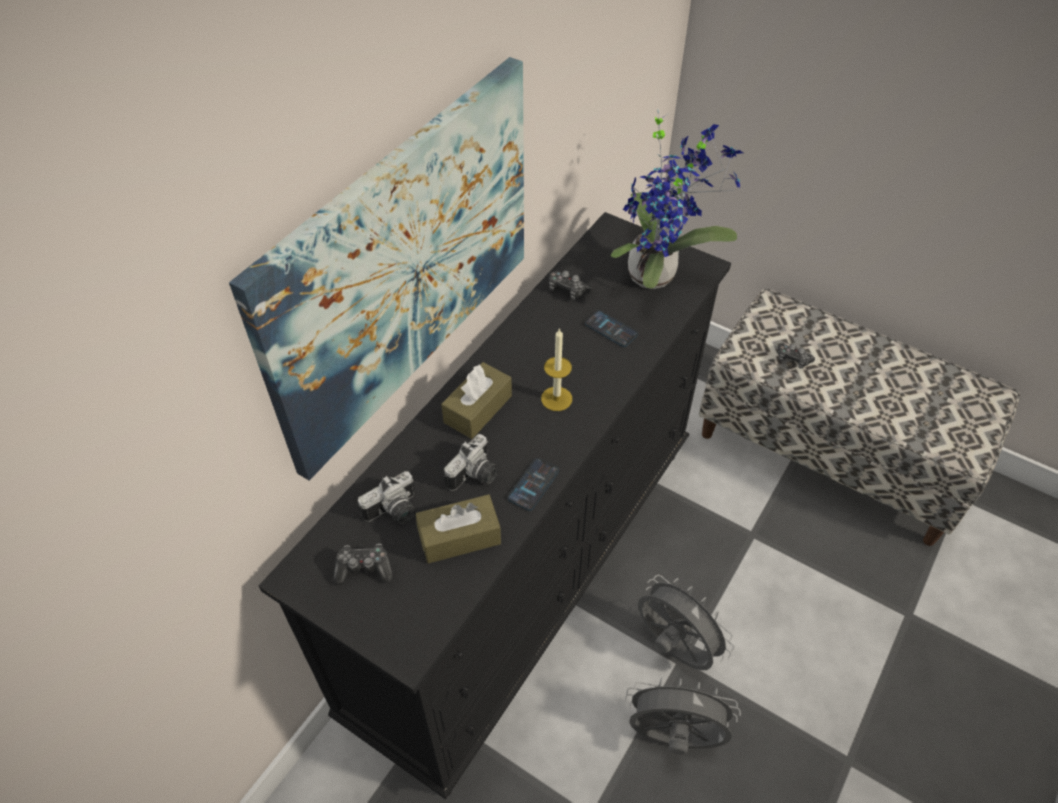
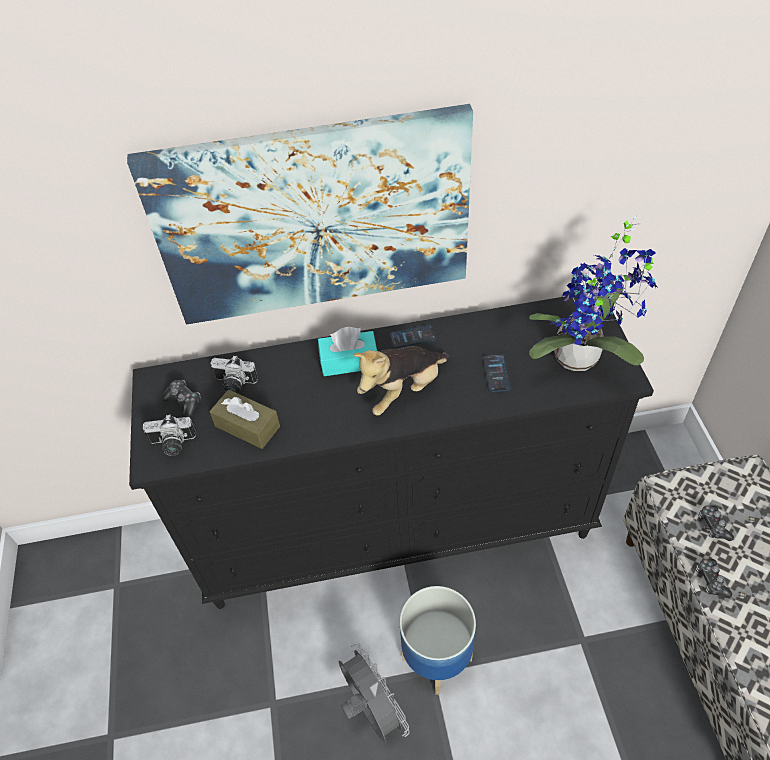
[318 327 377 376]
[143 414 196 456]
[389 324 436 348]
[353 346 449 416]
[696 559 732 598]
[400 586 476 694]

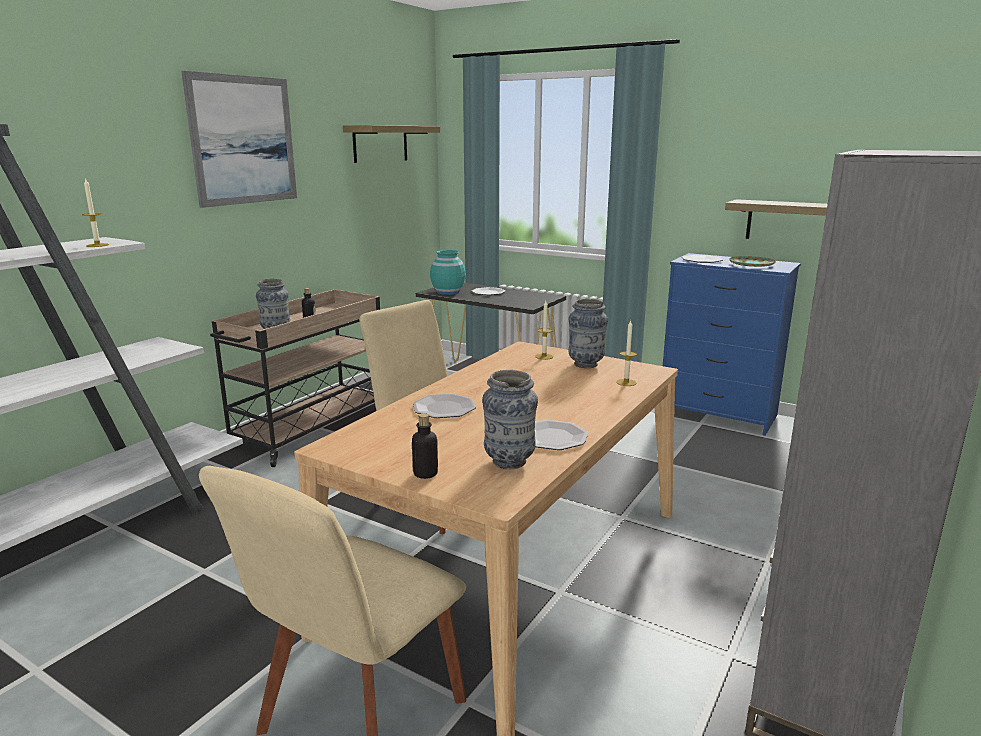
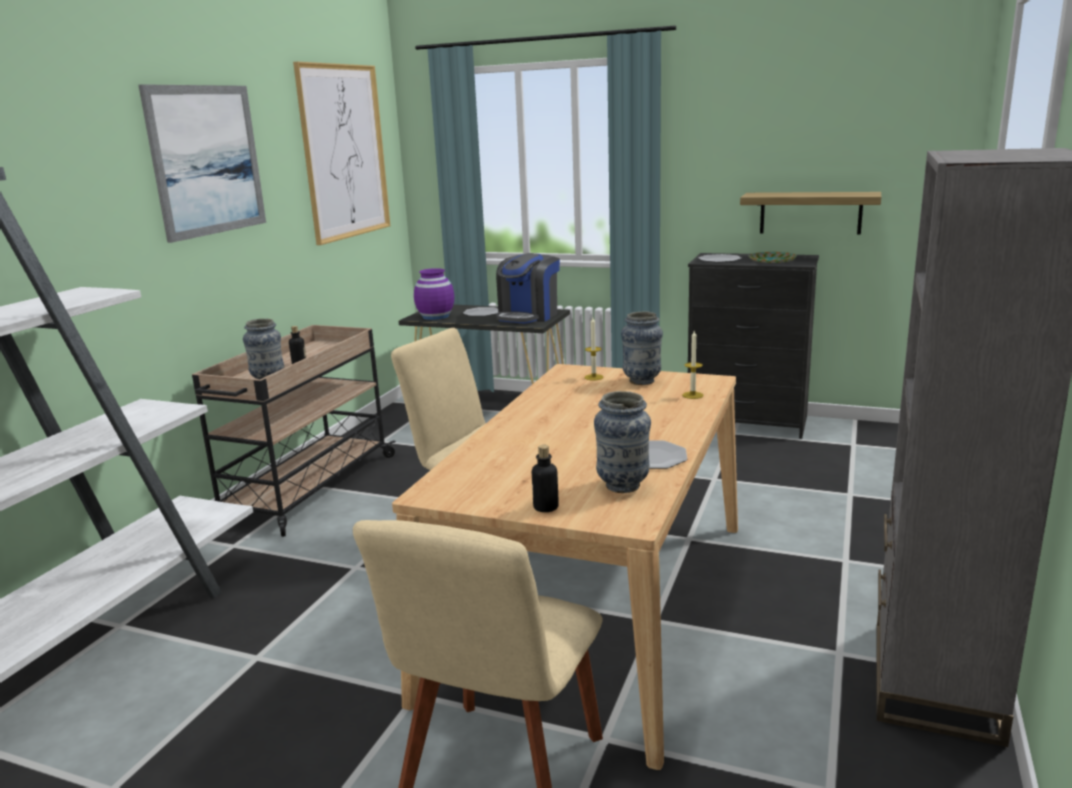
[82 178 109 247] (first image)
[293 62 390 245]
[413 394 476 418] (first image)
[414 268 454 320]
[688 253 819 439]
[496 253 560 324]

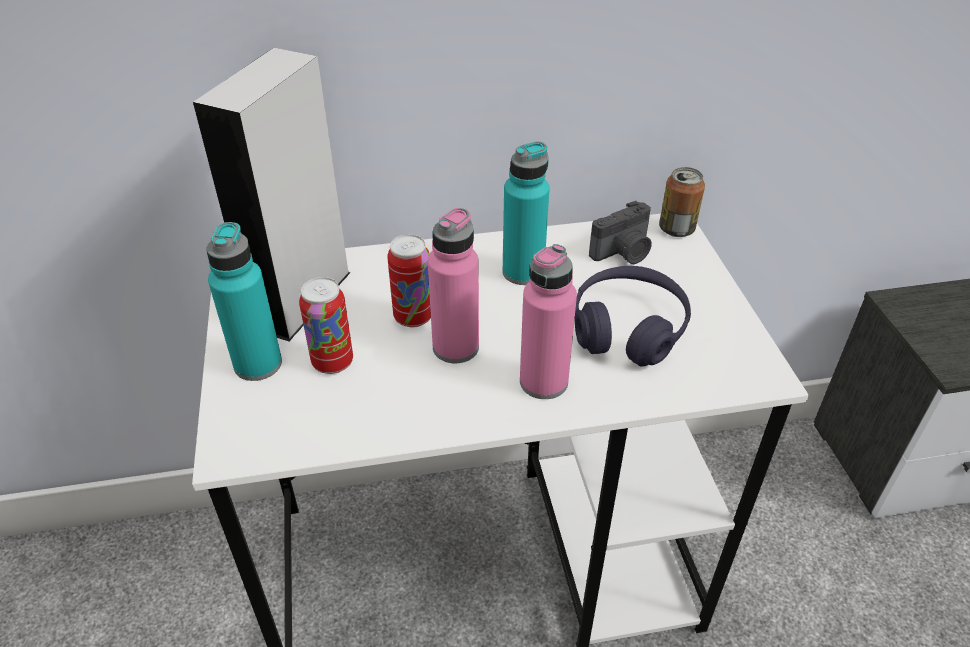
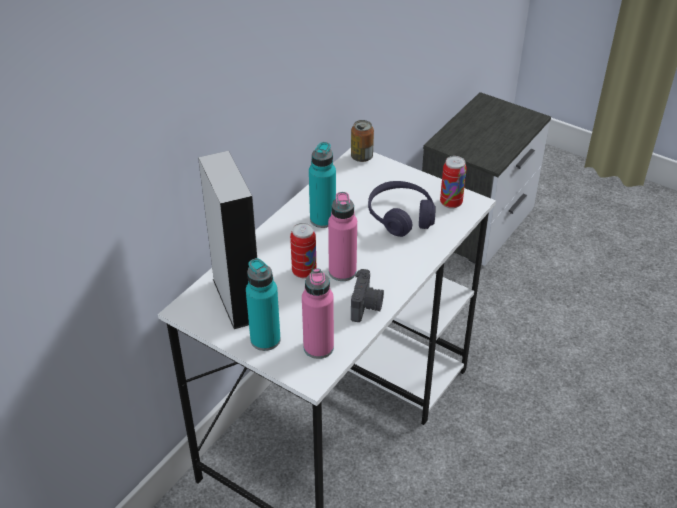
[440 156 467 209]
[302 269 334 359]
[351 269 384 322]

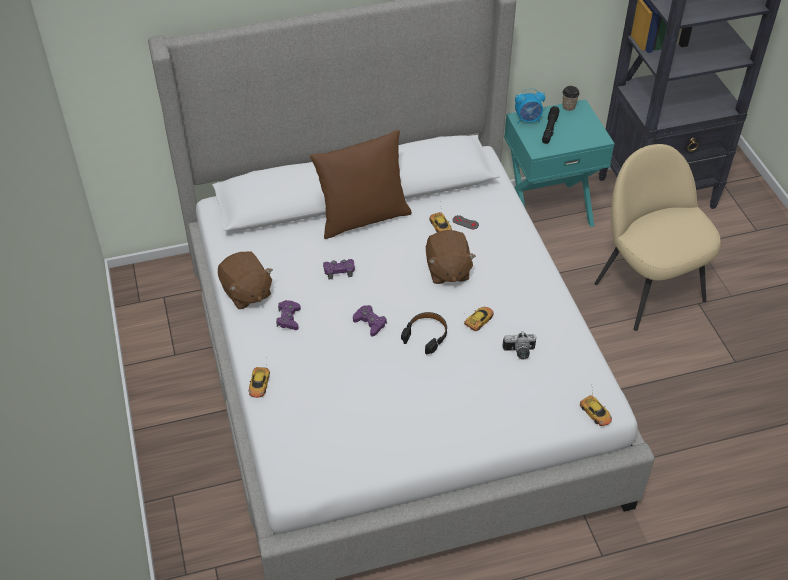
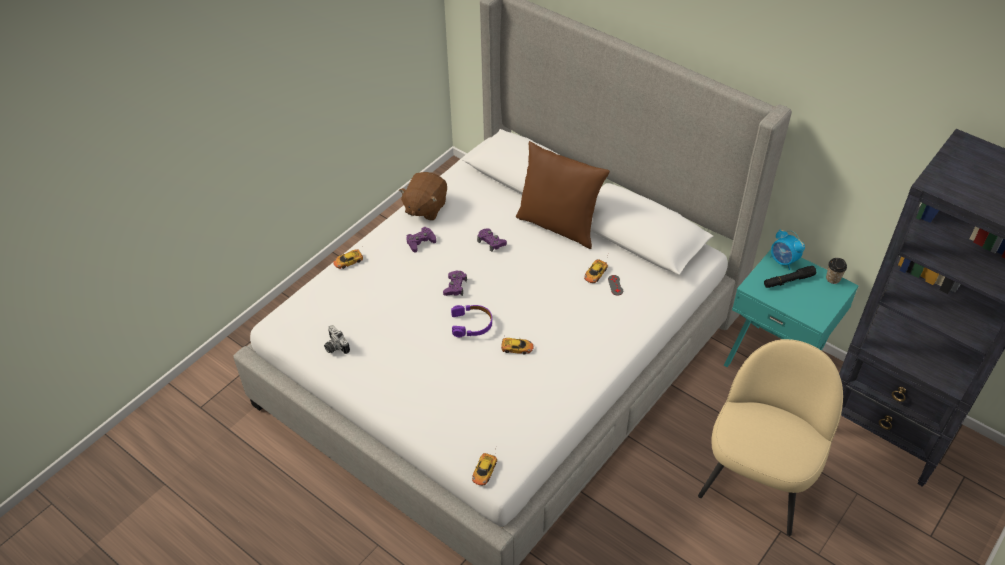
[451 305 492 337]
[426 230 476 284] (first image)
[324 325 350 354]

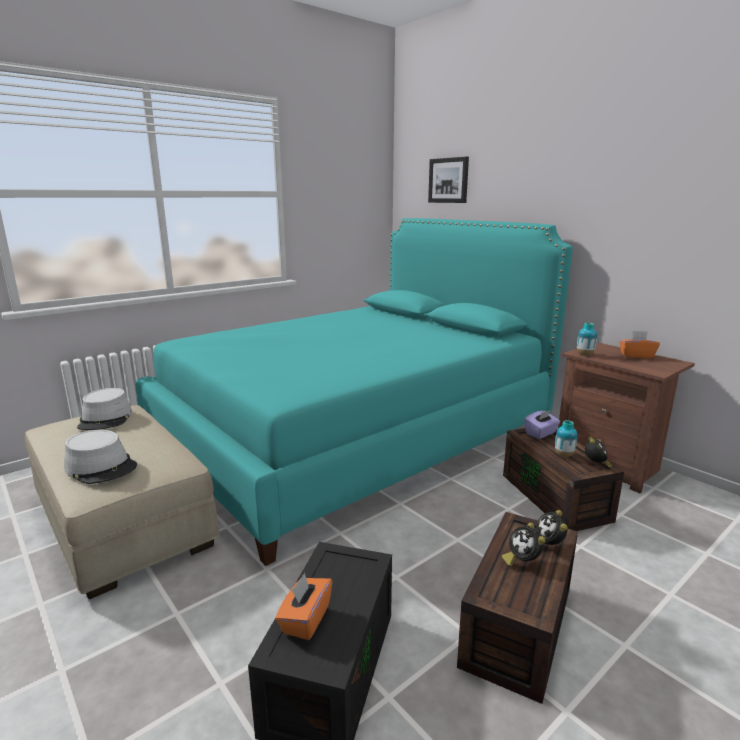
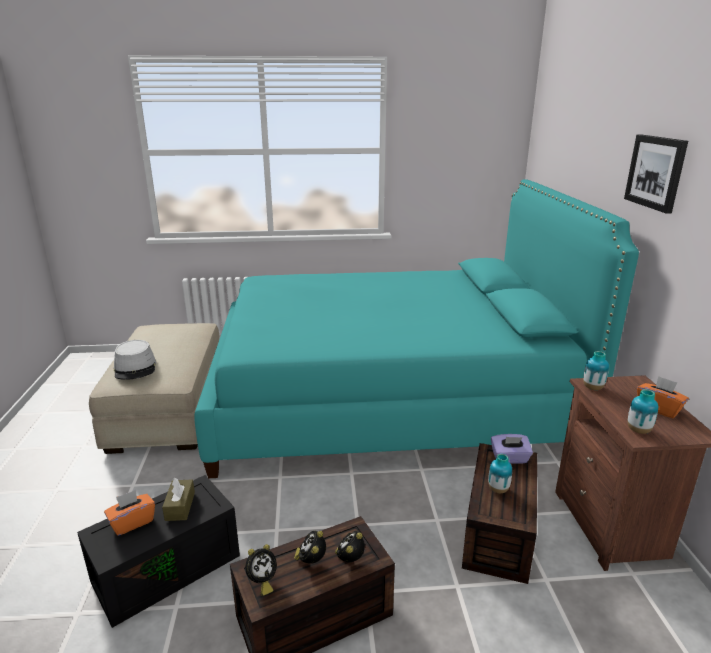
[77 388 132 430] (first image)
[624 134 688 214]
[245 544 277 596]
[162 478 195 521]
[628 389 658 434]

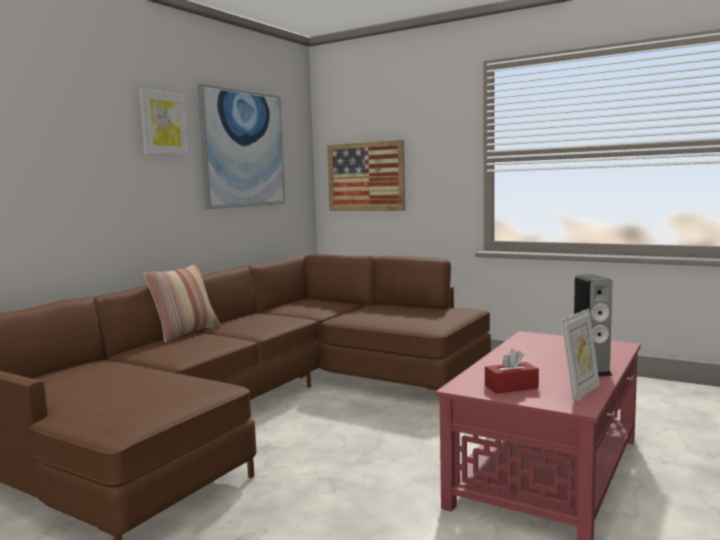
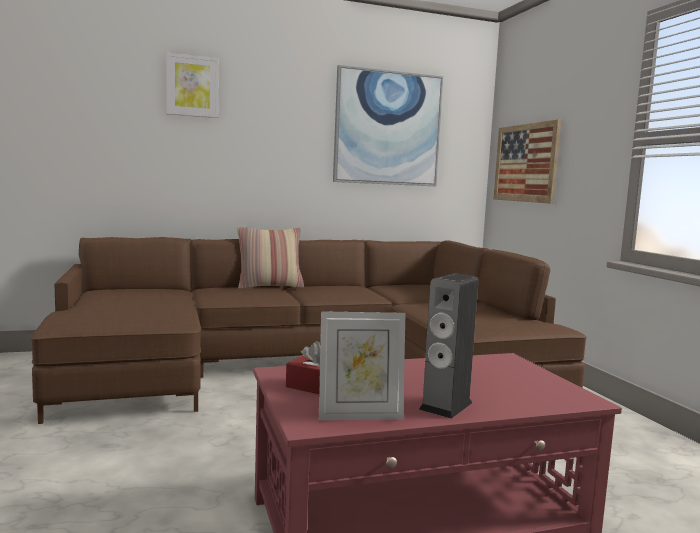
[166 53 219 118]

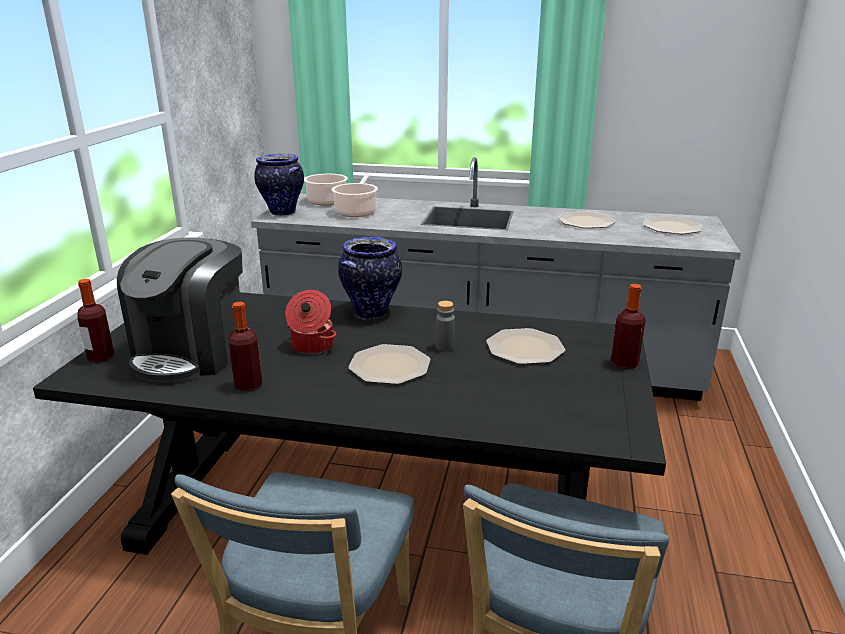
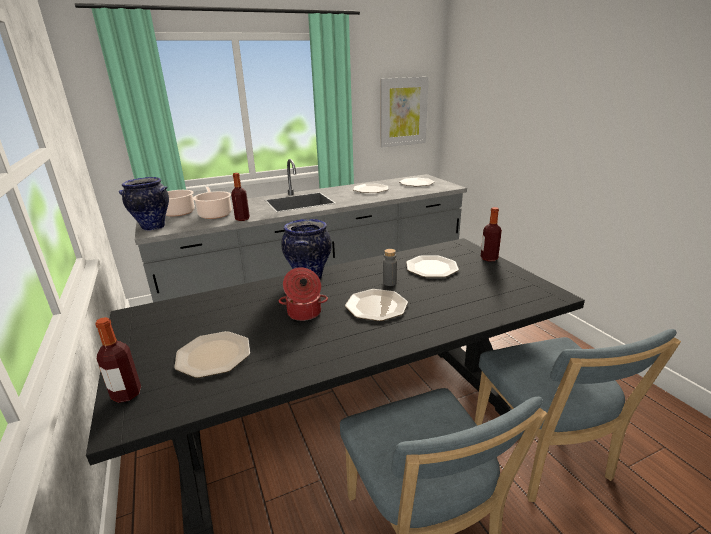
[174 331 250 378]
[231 173 250 221]
[380 77 429 148]

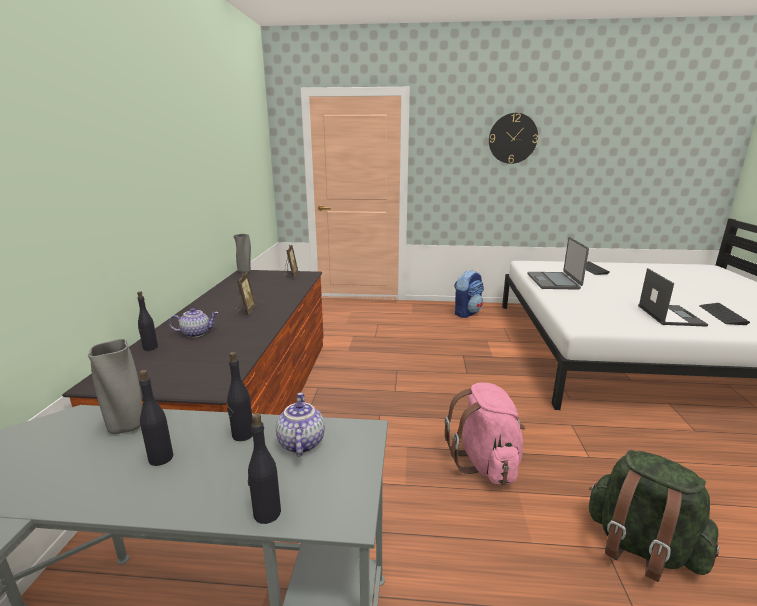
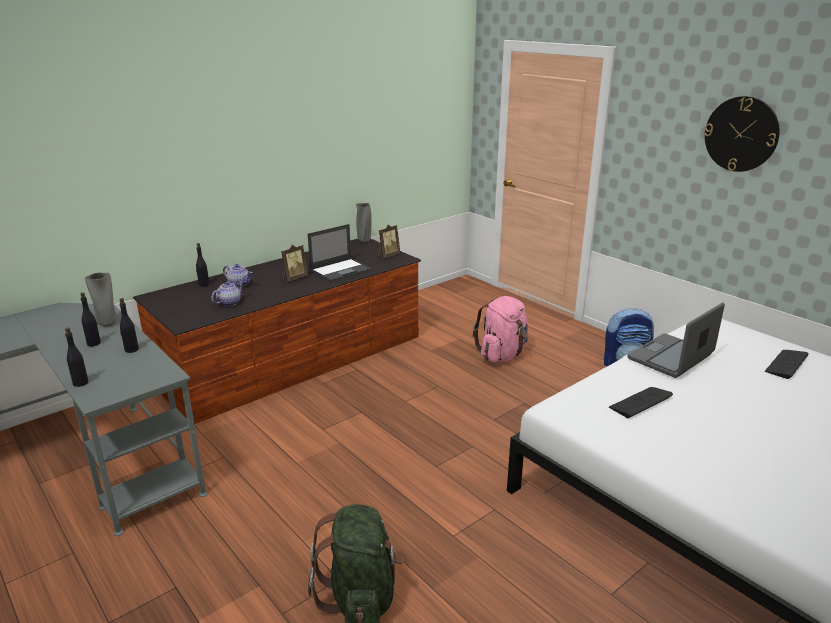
[211 281 243 306]
[473 296 528 362]
[308 224 372 282]
[609 387 673 418]

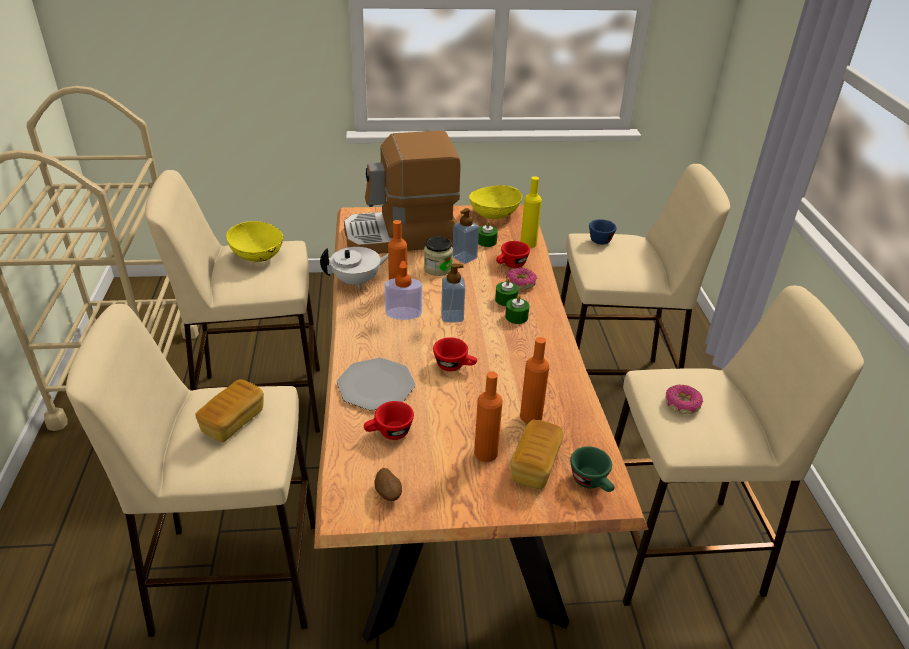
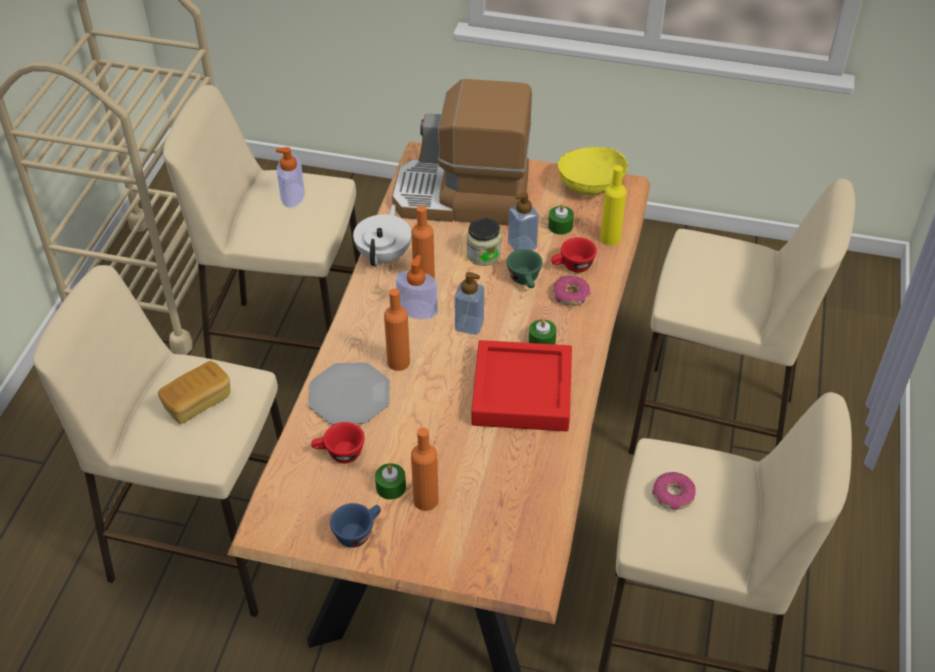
[276 147 305 208]
[353 204 412 266]
[375 468 402 501] (first image)
[433 337 477 371] (first image)
[375 463 406 500]
[510 419 563 489] (first image)
[384 288 410 371]
[506 249 542 288]
[330 503 381 548]
[472 340 572 431]

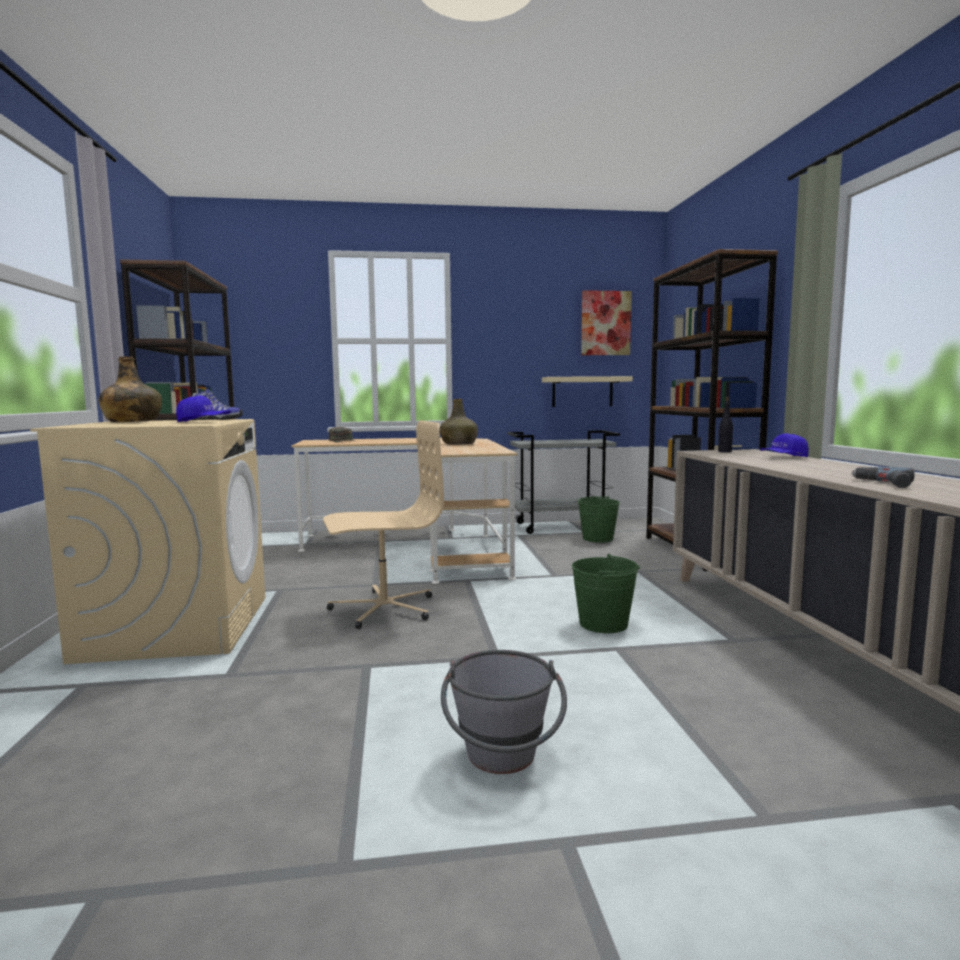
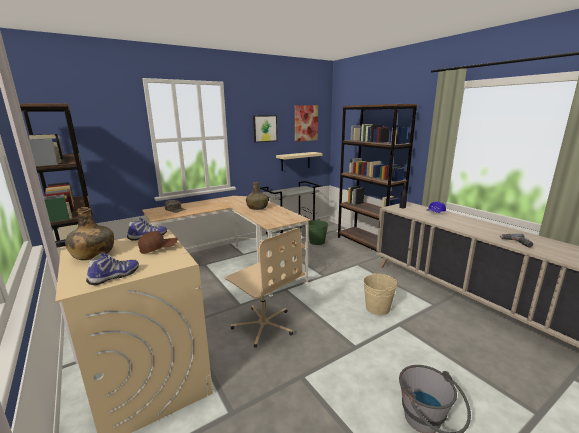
[138 231 178 254]
[225 228 302 348]
[363 273 397 315]
[86 252 139 285]
[253 115 277 143]

